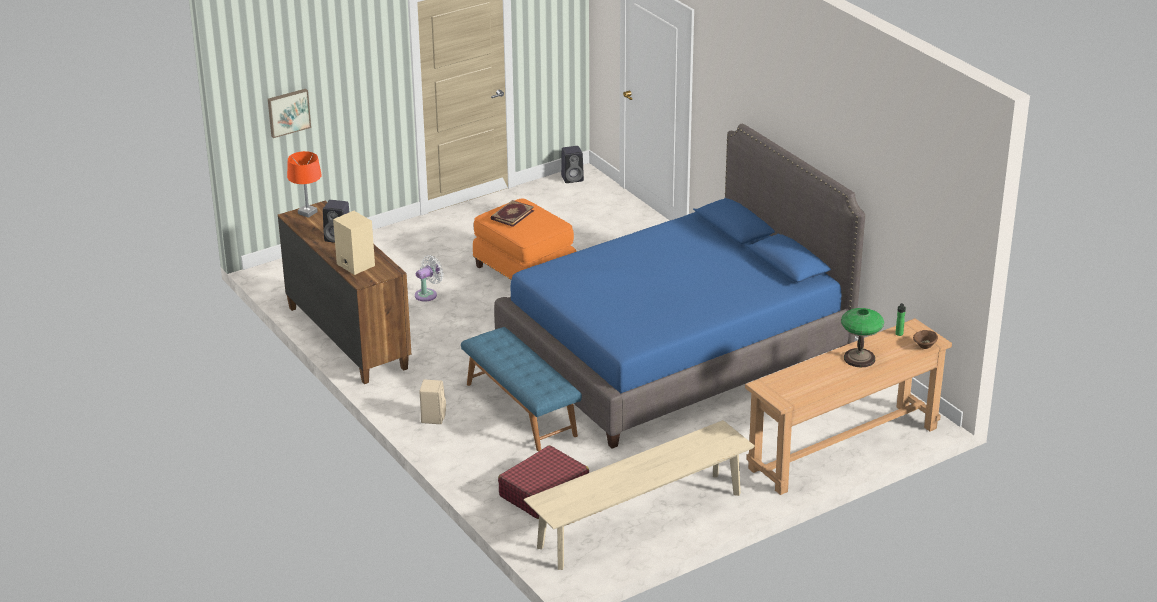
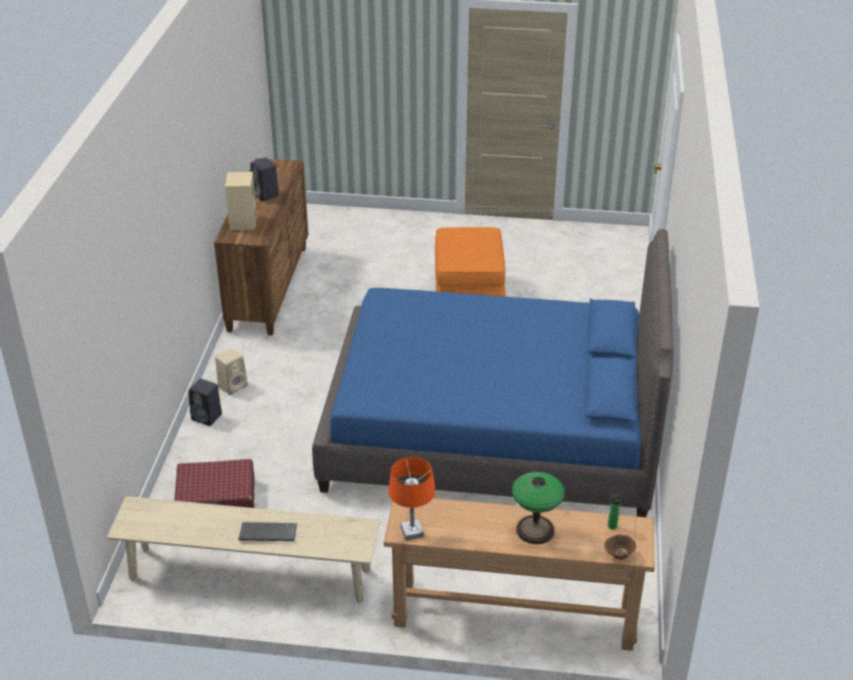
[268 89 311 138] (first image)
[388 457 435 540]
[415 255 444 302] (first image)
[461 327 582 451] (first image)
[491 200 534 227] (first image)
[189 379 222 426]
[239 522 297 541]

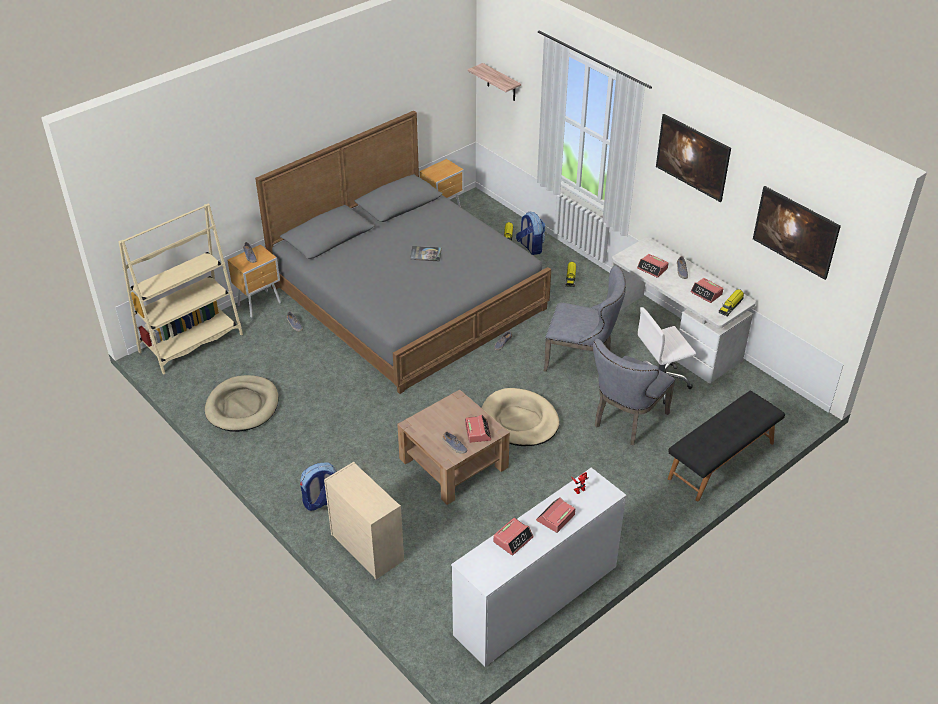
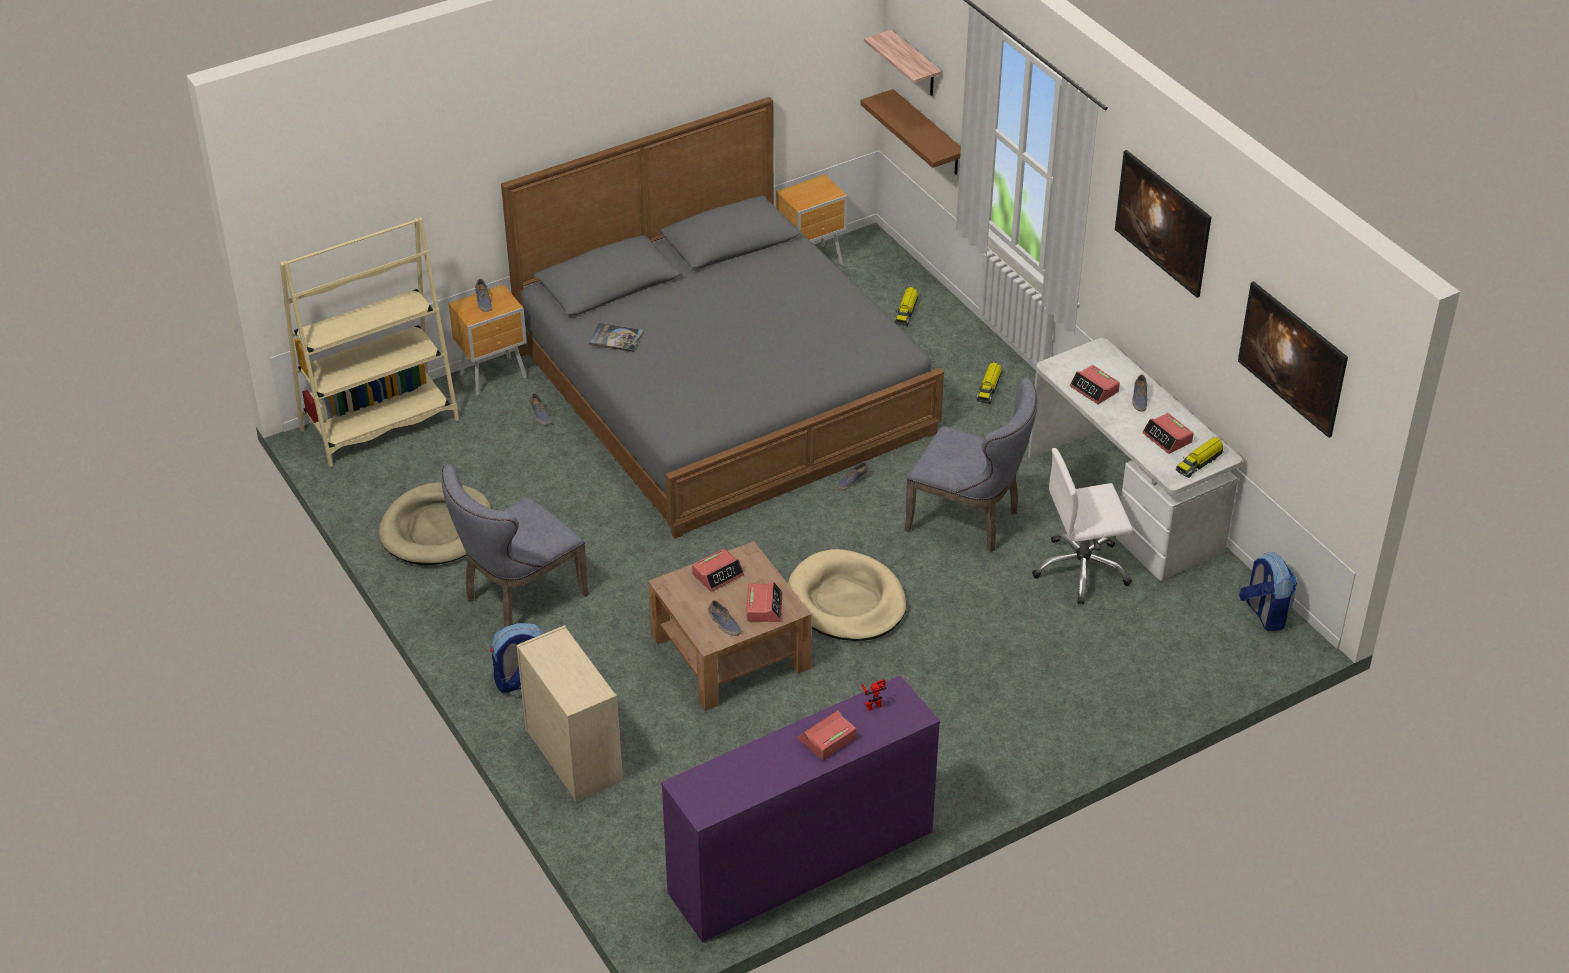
[589 323 644 352]
[661 676 940 942]
[692 549 744 592]
[1239 552 1297 631]
[441 464 589 627]
[668 391 785 501] (first image)
[860 89 961 175]

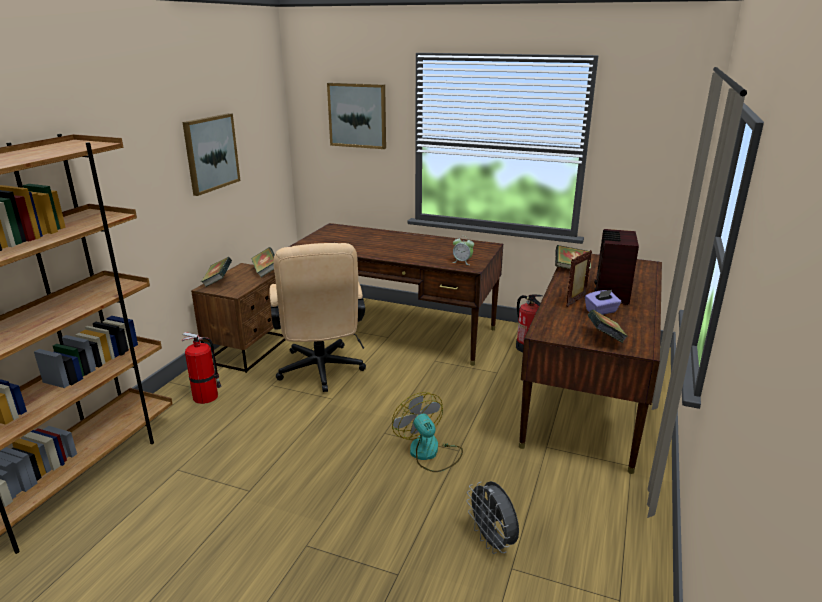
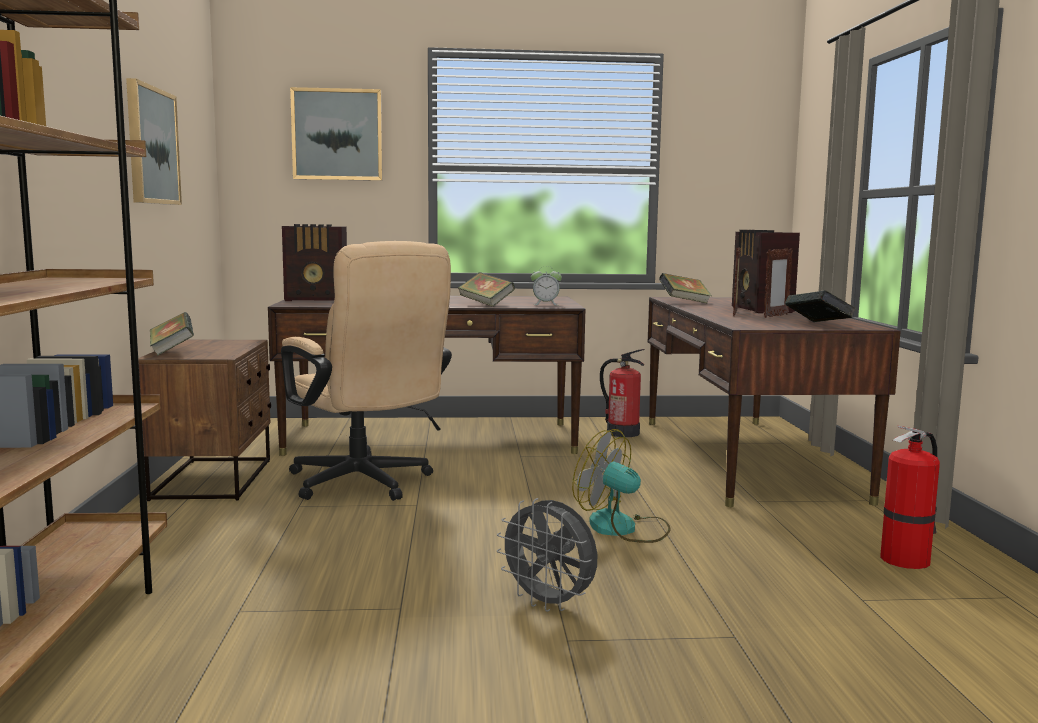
[880 426 940 569]
[458 272 515 307]
[497 498 597 612]
[764 248 793 318]
[282 224 347 301]

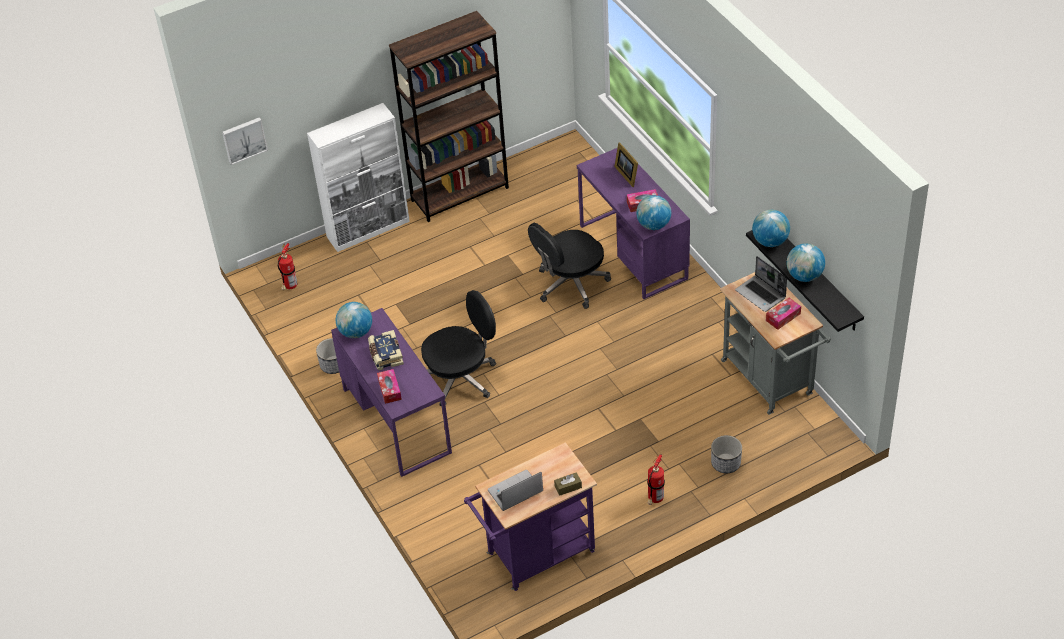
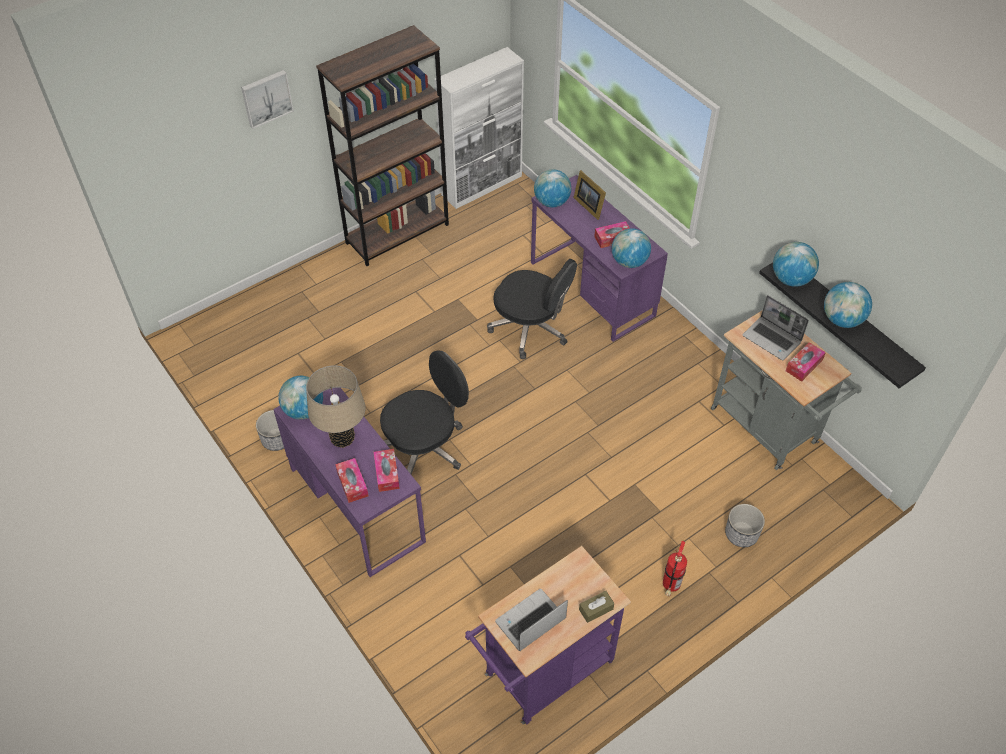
[241 70 294 129]
[278 243 297 290] (first image)
[434 47 524 209]
[306 365 366 448]
[487 259 577 359]
[374 449 400 492]
[534 169 571 207]

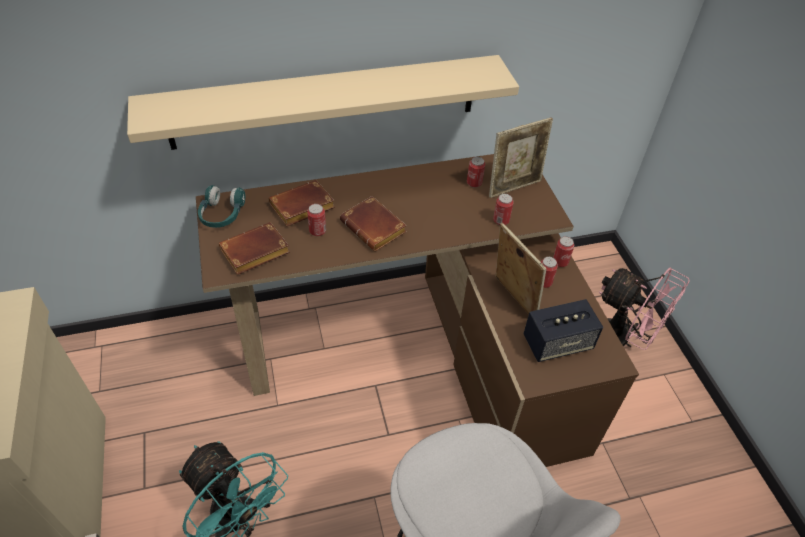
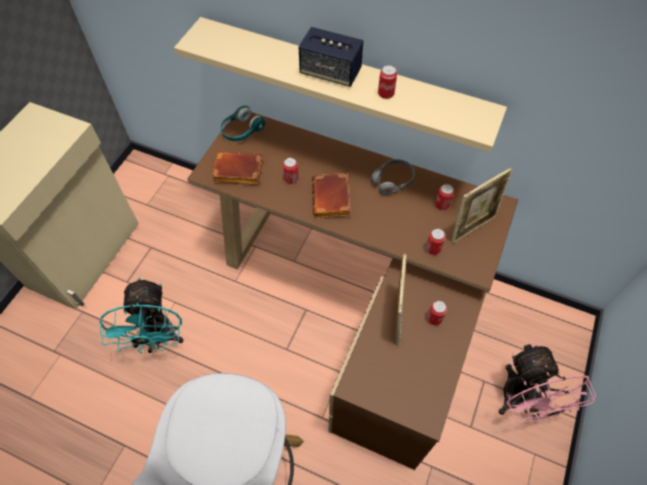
[269 180 335 226] (first image)
[451 168 512 243]
[299 27 363 87]
[378 65 397 99]
[371 159 415 195]

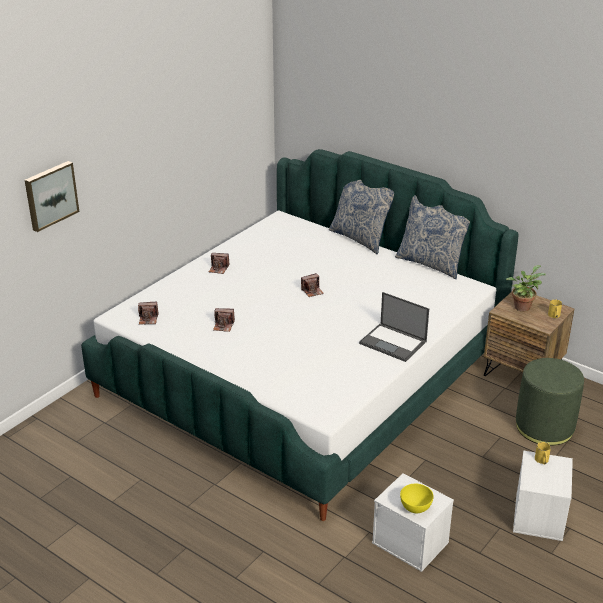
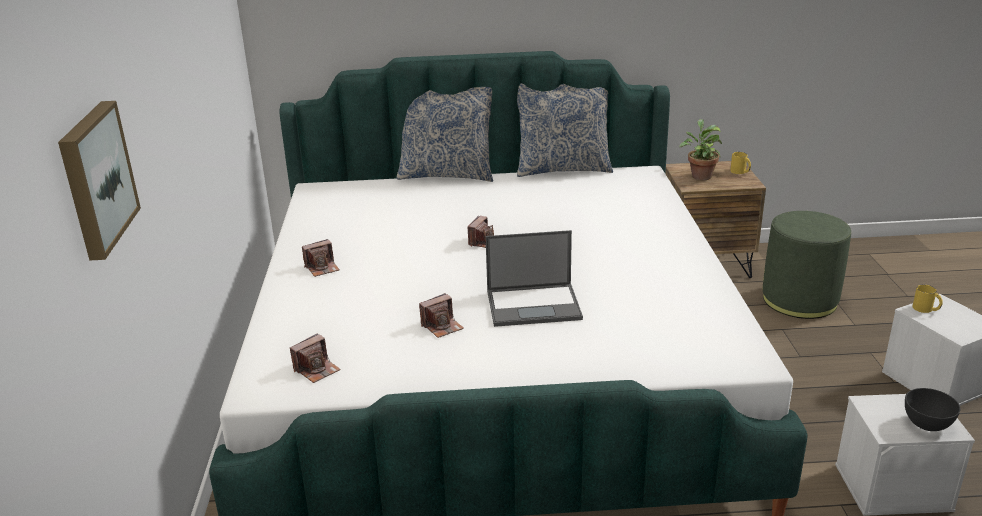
[486 230 583 327]
[905 388 960 431]

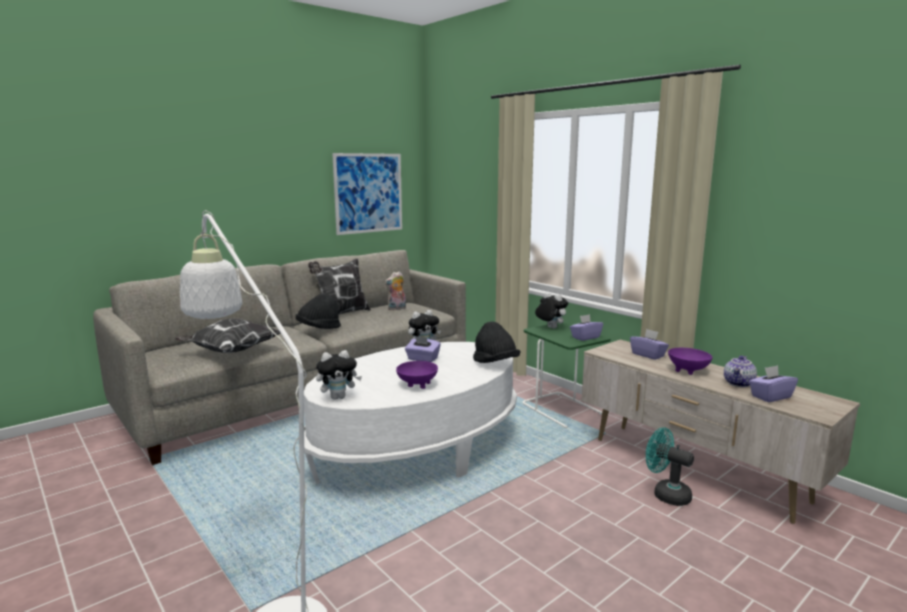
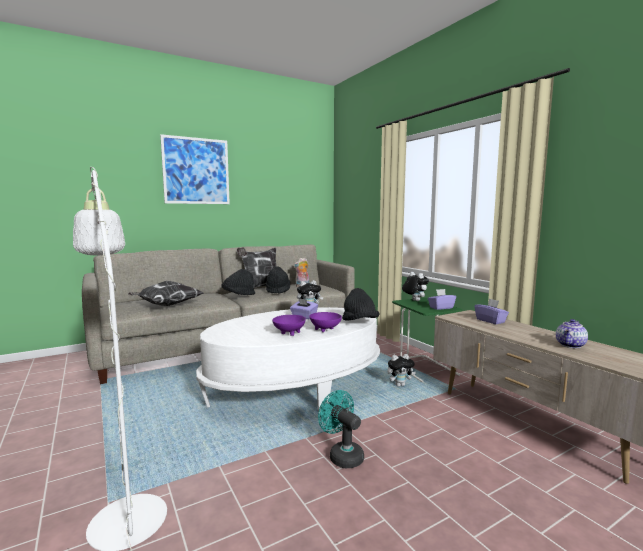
[387 354 416 387]
[160 134 230 204]
[318 390 364 468]
[309 312 342 332]
[749 365 798 402] (first image)
[266 266 290 294]

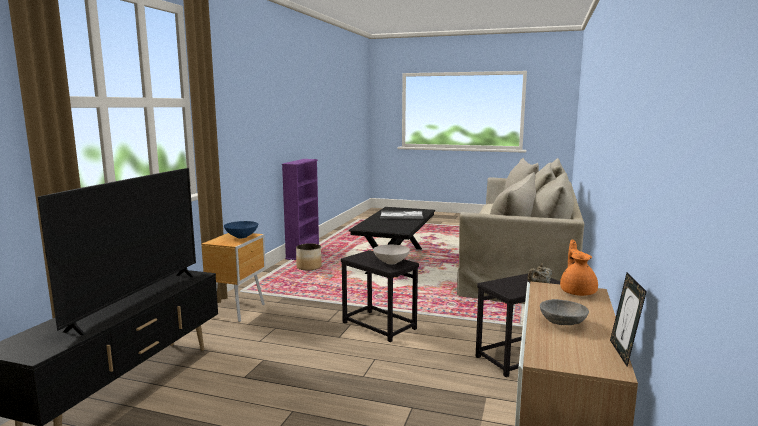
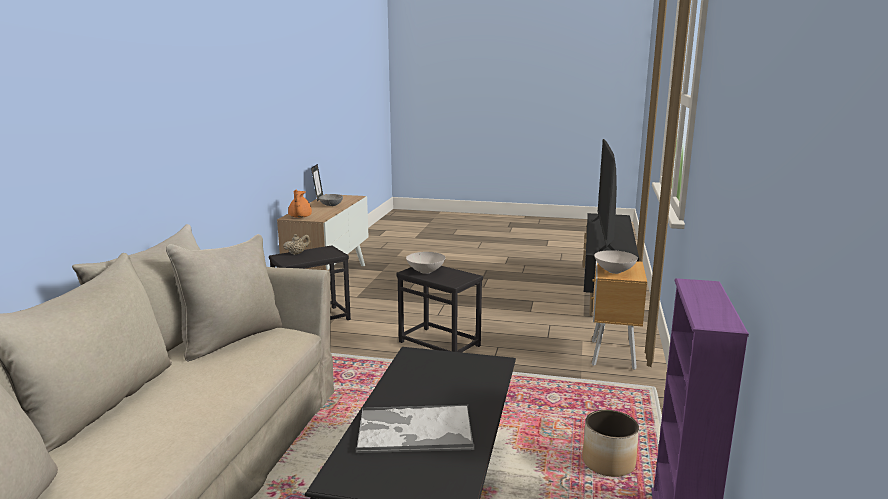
[594 250 638 274]

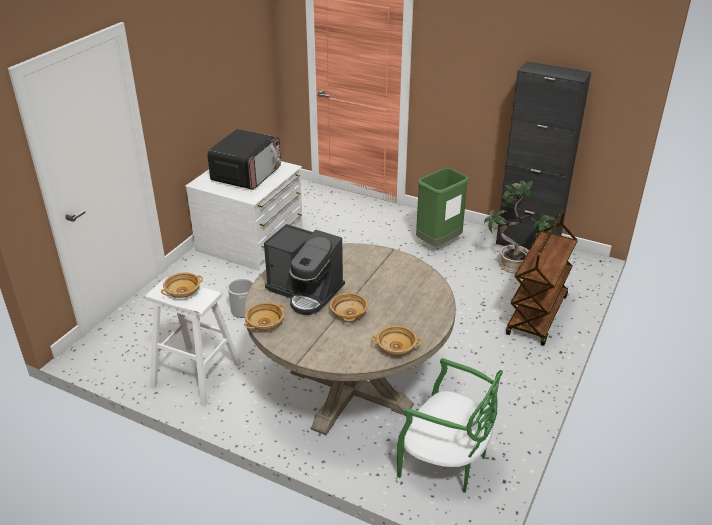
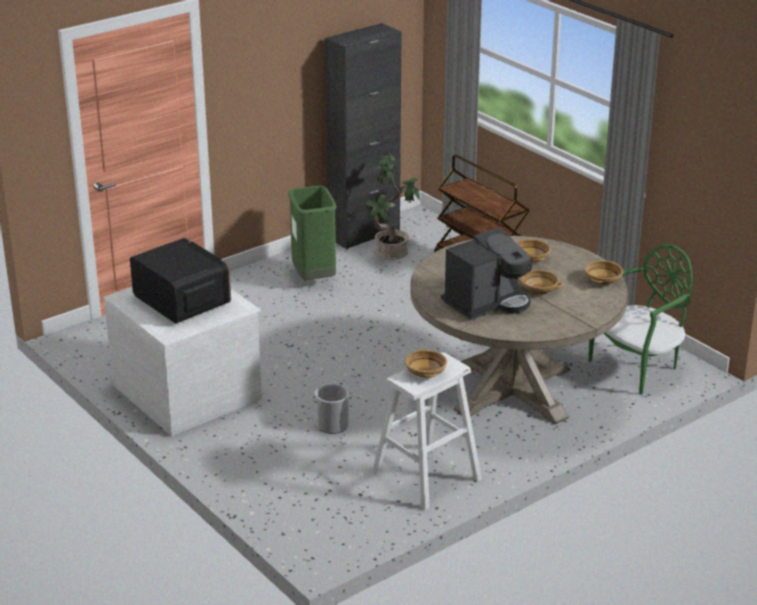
[517 239 551 263]

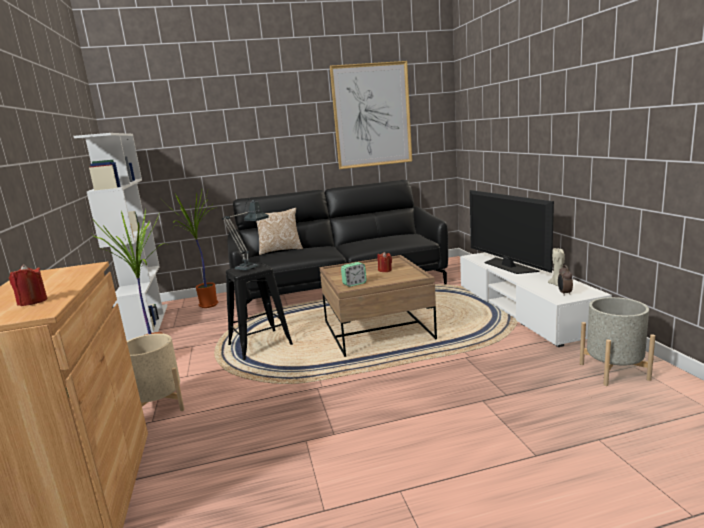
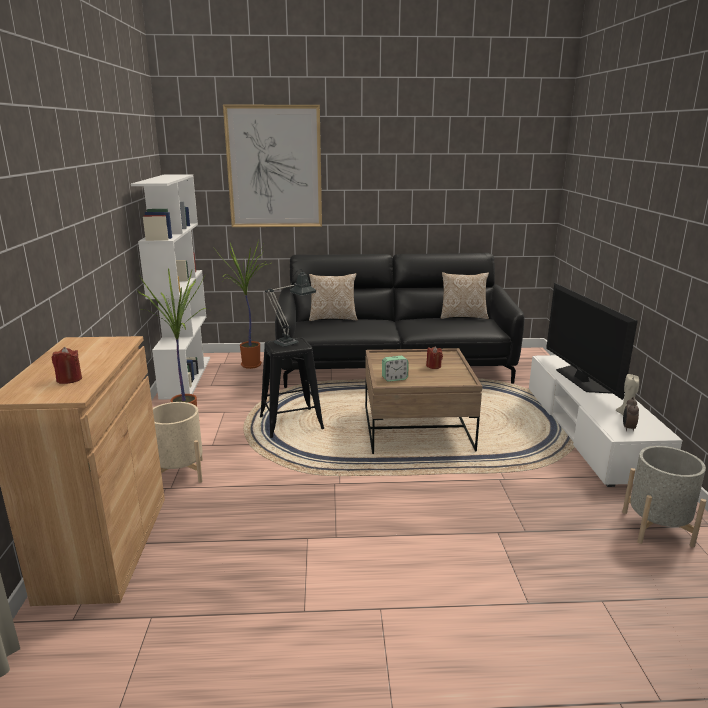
[223 105 322 227]
[440 272 489 319]

